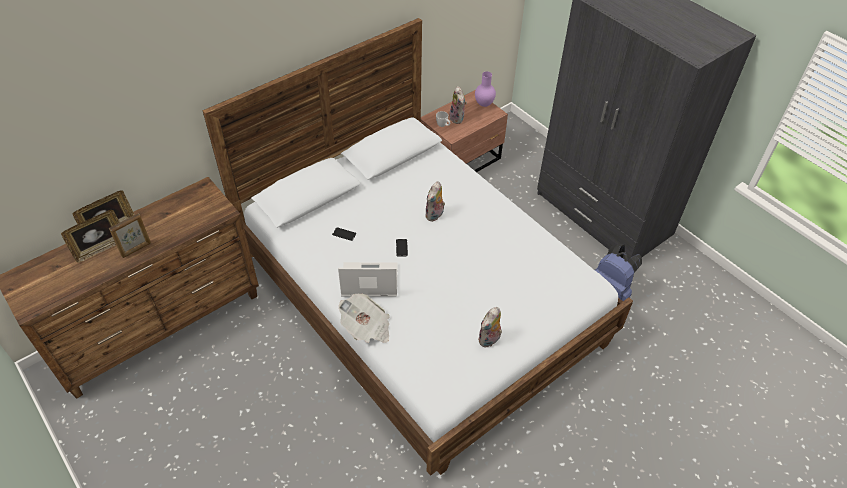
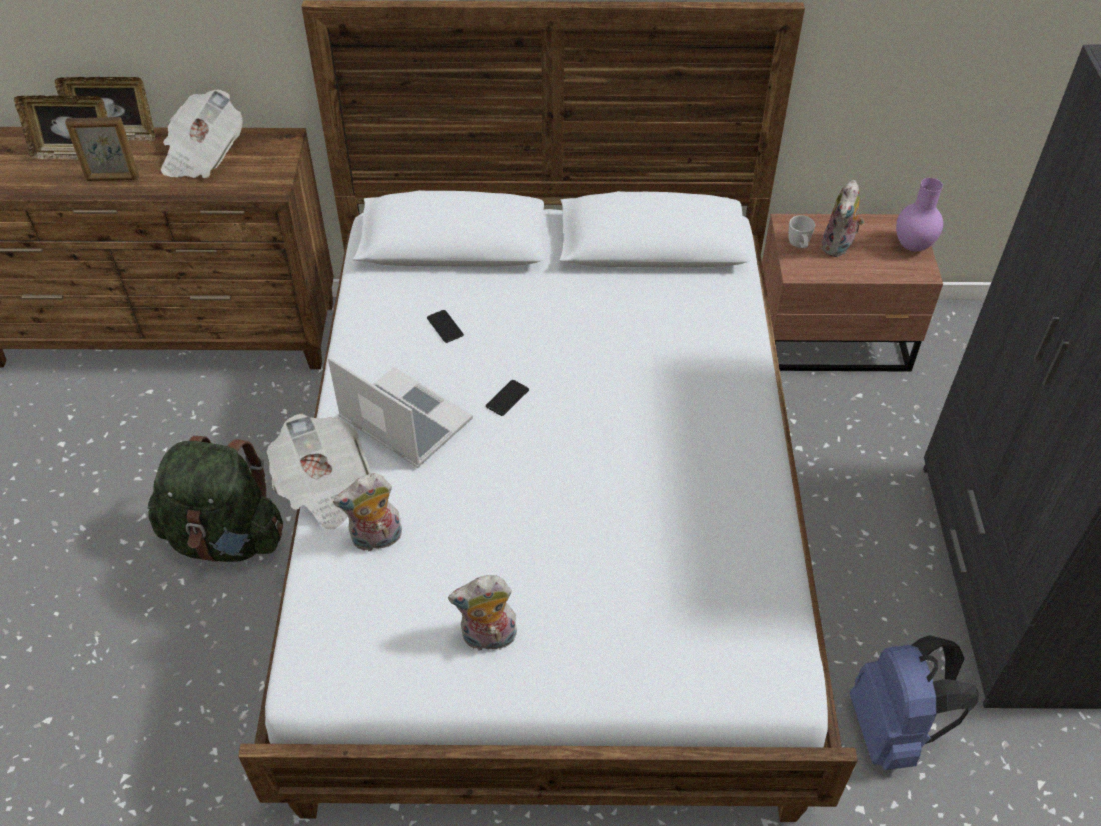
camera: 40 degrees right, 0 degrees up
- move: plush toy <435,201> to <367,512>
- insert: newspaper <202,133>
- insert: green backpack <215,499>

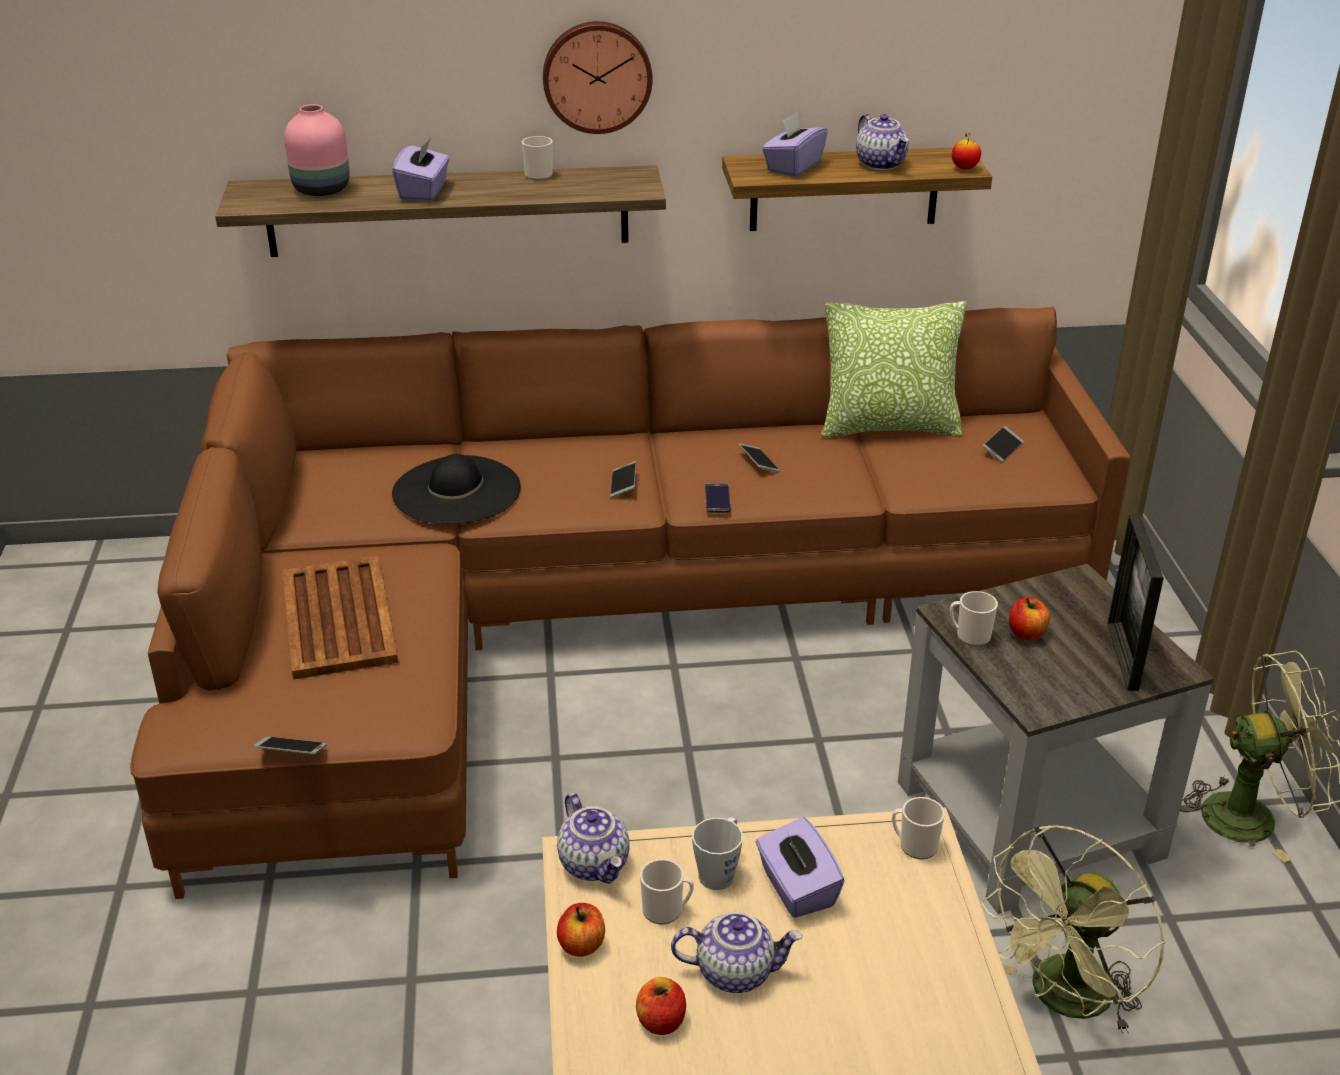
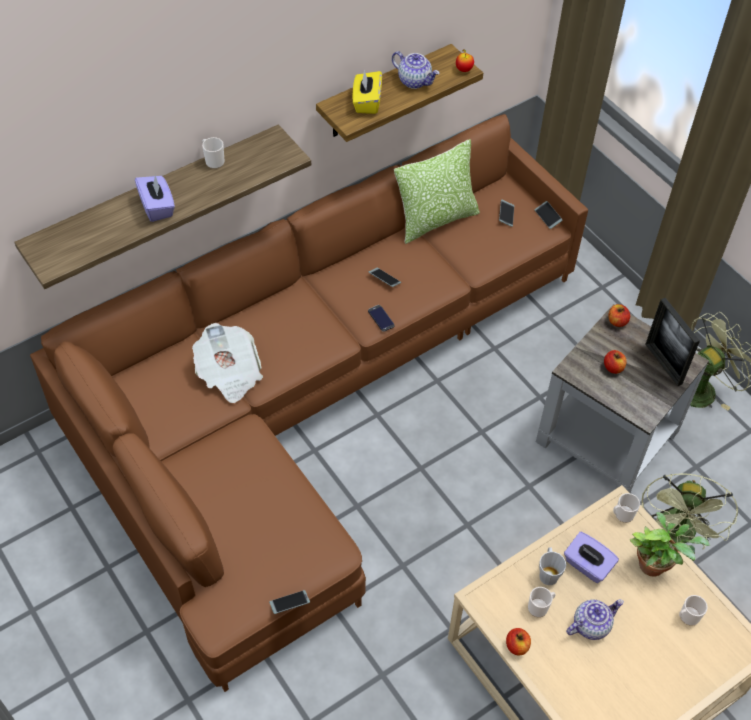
camera: 30 degrees left, 20 degrees up
- delete: wall clock <598,77>
- delete: pink vase <317,150>
- recolor: purple tissue box <795,144> to yellow tissue box <367,92>
- replace: black hat <456,489> to newspaper <227,363>
- move: phone <623,479> to <549,215>
- delete: brown tray <340,618>
- move: mug <974,618> to <693,610>
- delete: teapot <593,838>
- move: apple <661,1006> to <619,315>
- insert: potted plant <670,544>

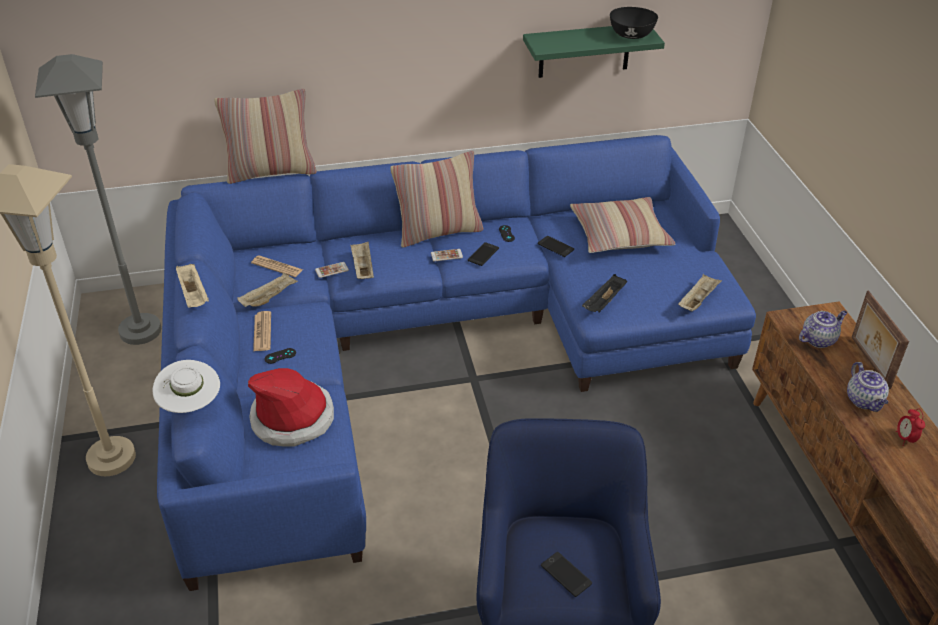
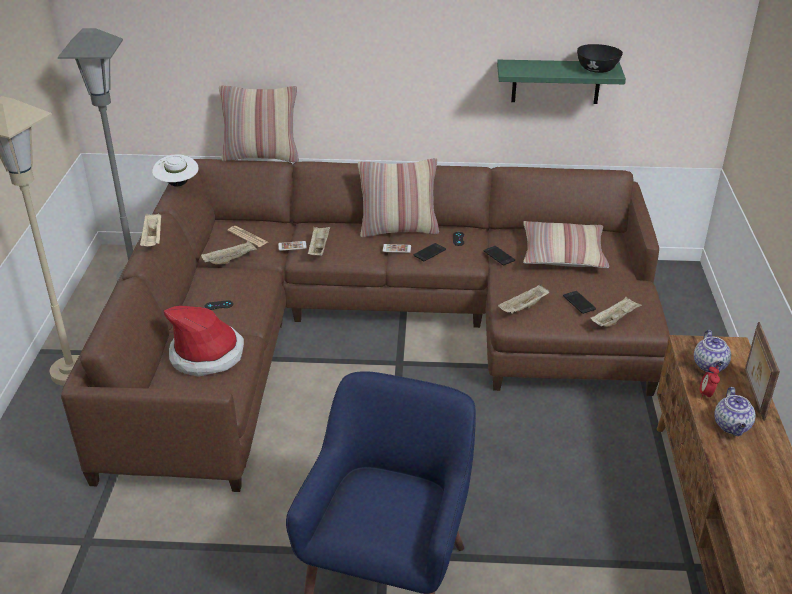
camera: 15 degrees right, 5 degrees down
- recolor: blue sofa <456,363> to brown sofa <365,325>
- recolor: black tray <604,293> to beige tray <523,299>
- delete: newspaper <262,331>
- rotate: teapot <823,329> = <712,351> 105 degrees clockwise
- move: white hat <186,386> to <175,170>
- move: alarm clock <910,427> to <710,382>
- move: phone <566,574> to <579,302>

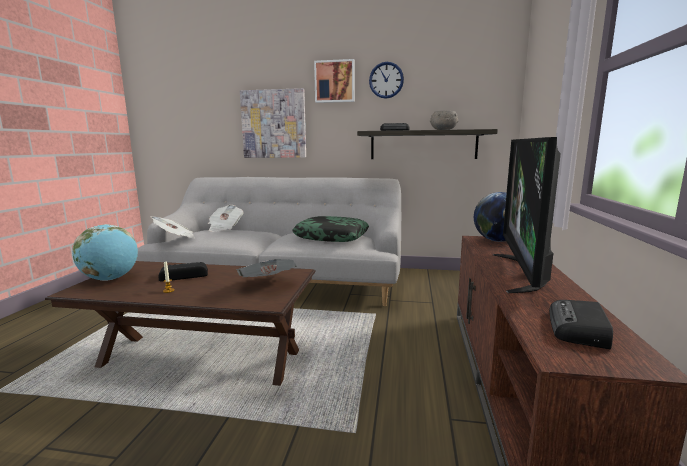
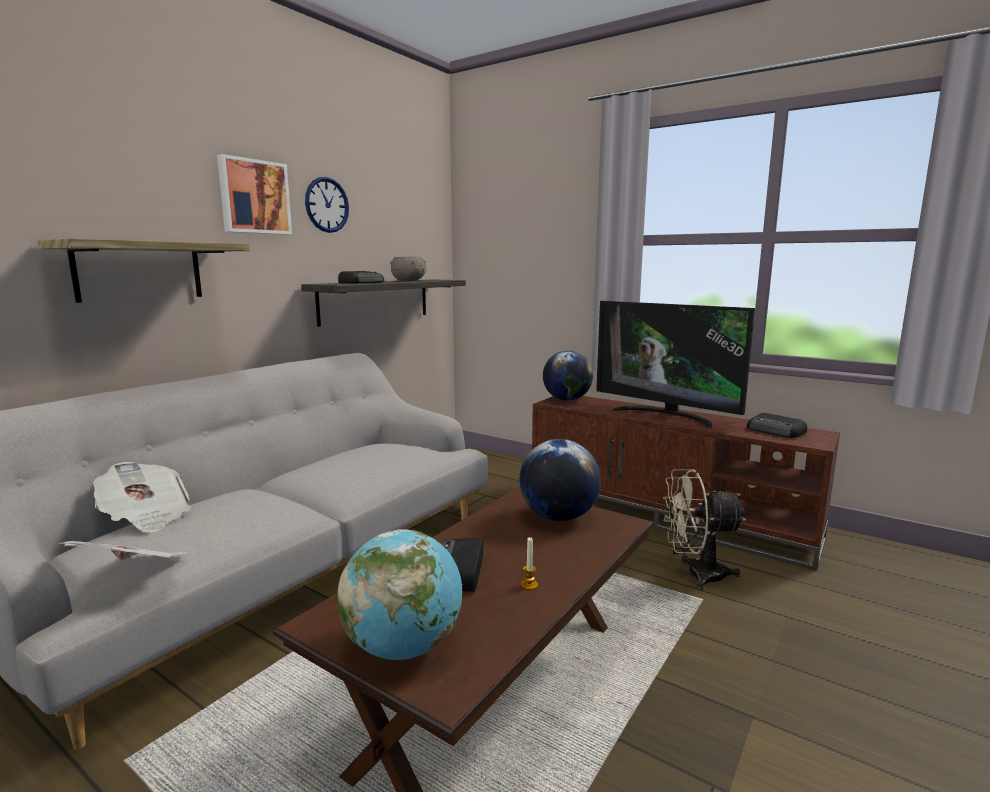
camera: 65 degrees left, 0 degrees up
- replace: picture <273,123> to shelf <144,270>
- delete: pillow <330,229>
- replace: newspaper <266,268> to globe <560,480>
- insert: beige fan <704,529>

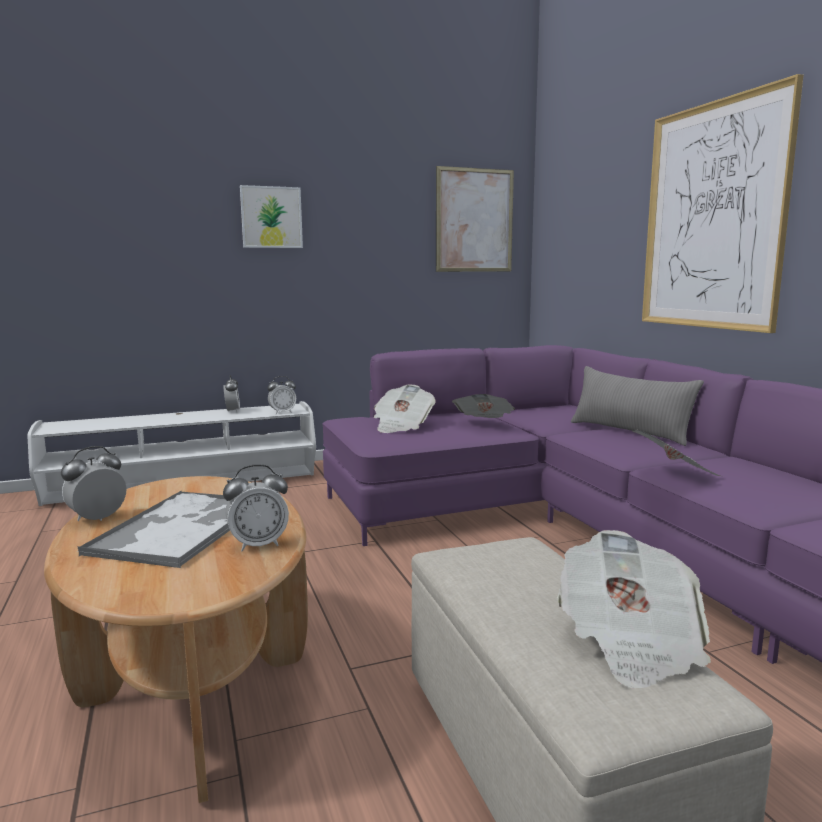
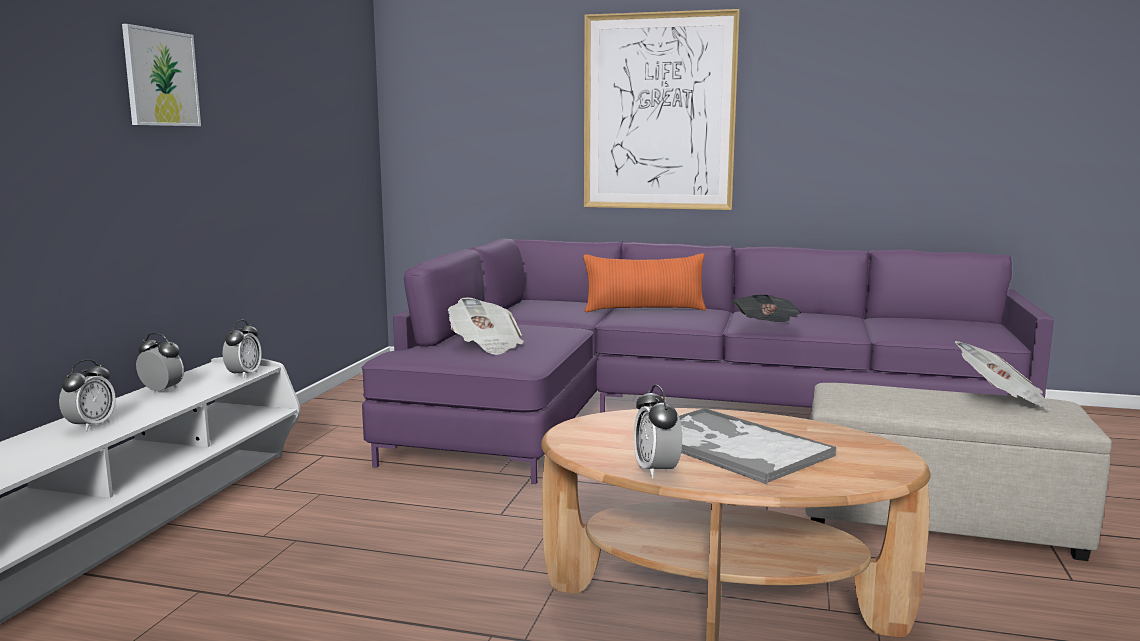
camera: 55 degrees left, 0 degrees up
- delete: picture <475,219>
- recolor: grey pillow <637,406> to orange pillow <644,282>
- delete: newspaper <483,406>
- move: alarm clock <256,507> to <87,395>

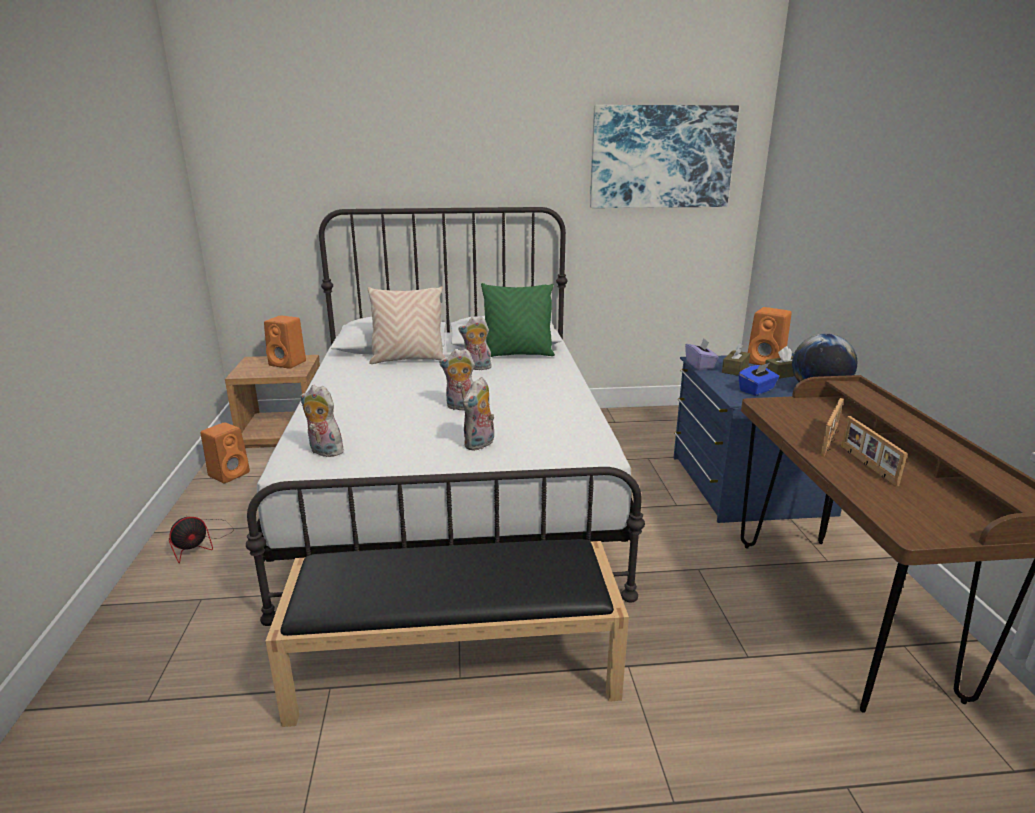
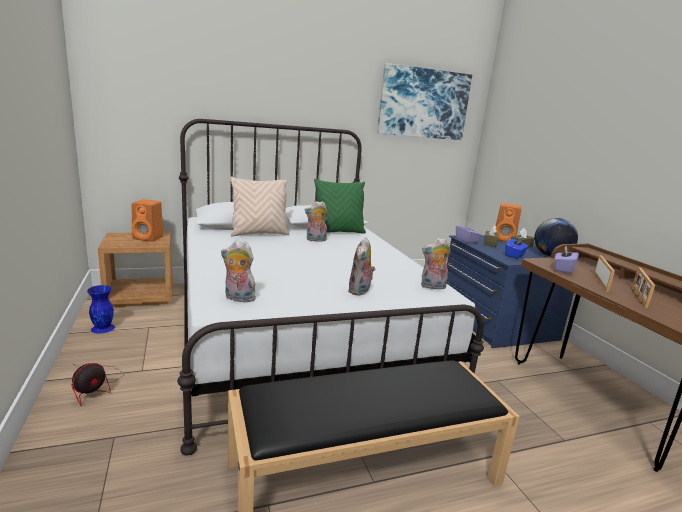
camera: 15 degrees left, 5 degrees down
- move: plush toy <457,380> to <435,263>
- rotate: picture frame <874,451> = <643,288> 45 degrees clockwise
- replace: orange speaker <225,452> to blue vase <101,309>
- insert: purple tissue box <566,259>

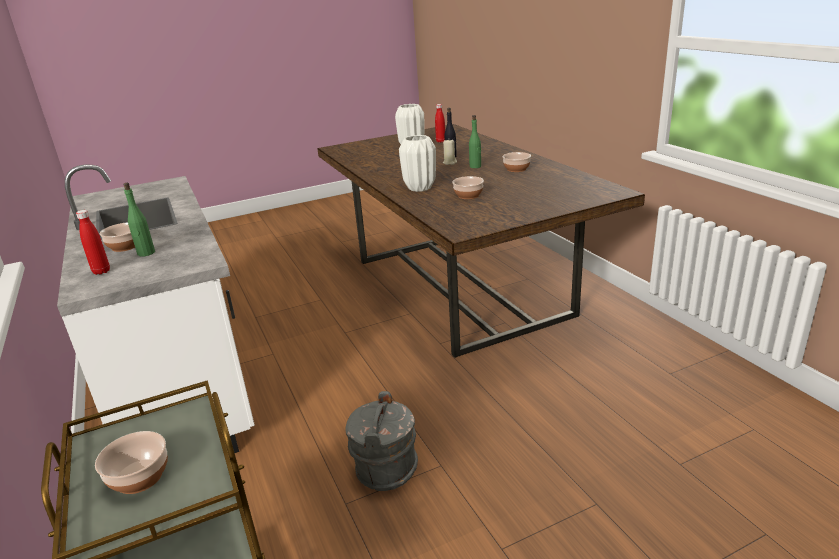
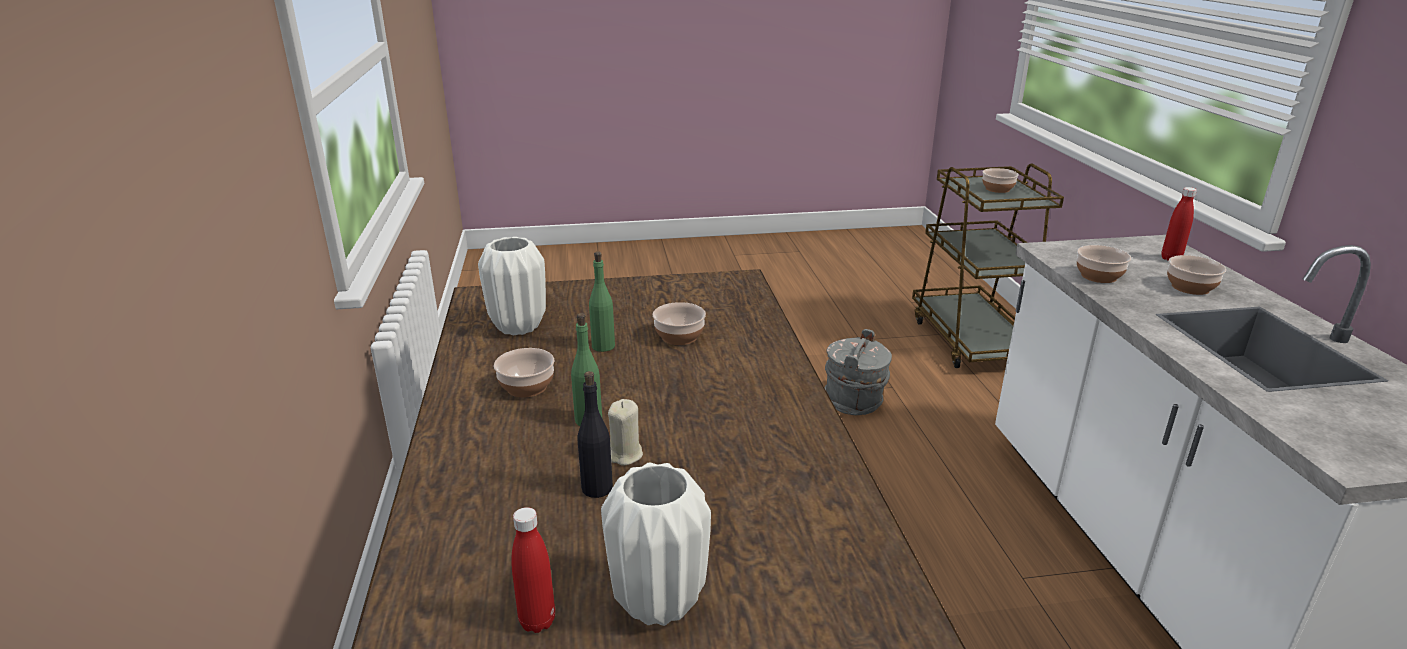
camera: 165 degrees left, 0 degrees up
- move: white vase <417,163> to <512,286>
- move: green bottle <139,220> to <602,302>
- insert: bowl <1104,264>

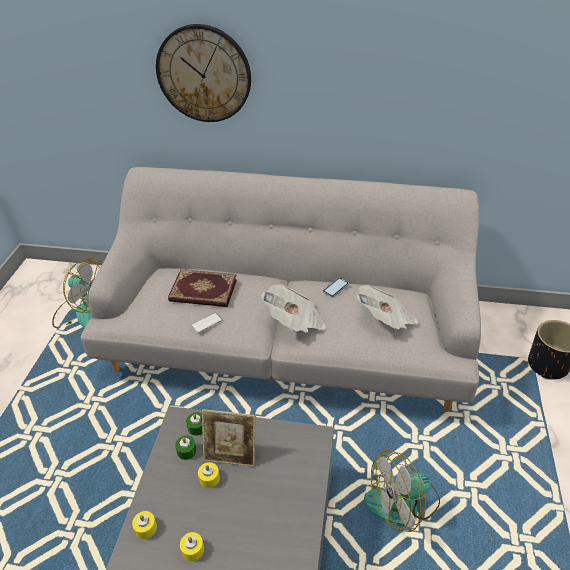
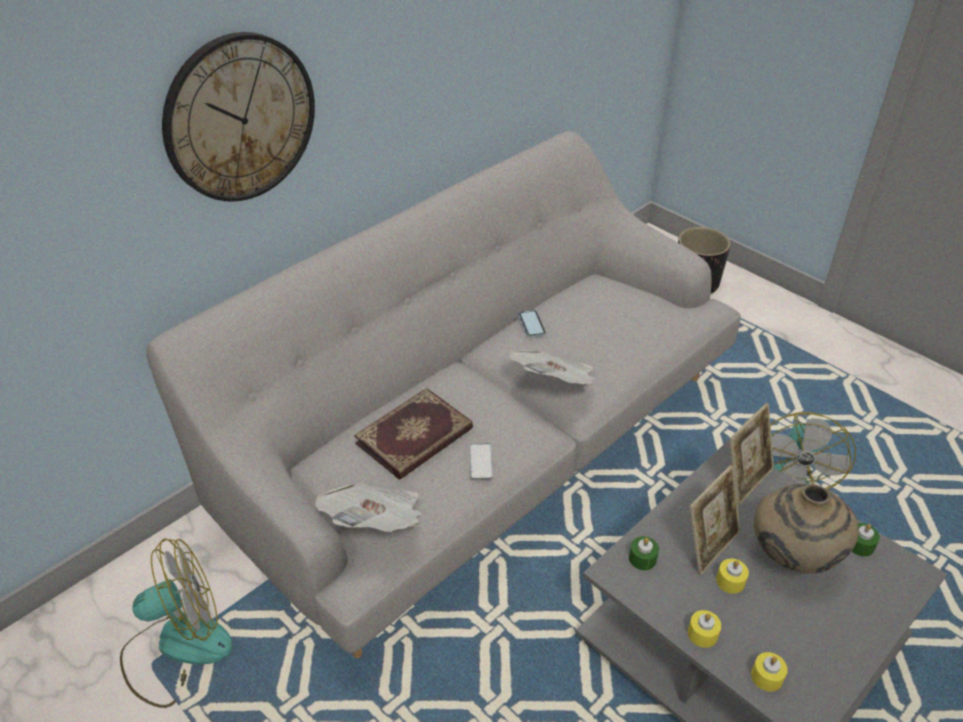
camera: 55 degrees left, 0 degrees up
- move: newspaper <387,307> to <368,507>
- move: green candle <186,447> to <865,539>
- move: yellow candle <192,546> to <704,629>
- insert: picture frame <751,454>
- insert: beige vase <806,529>

